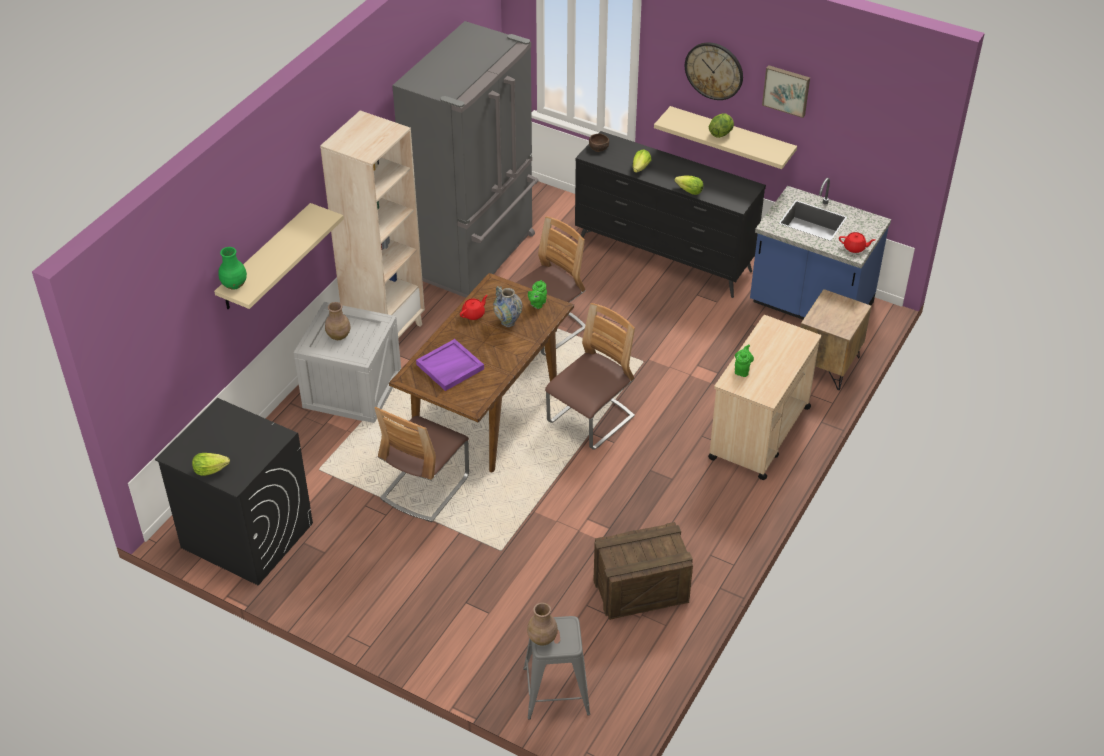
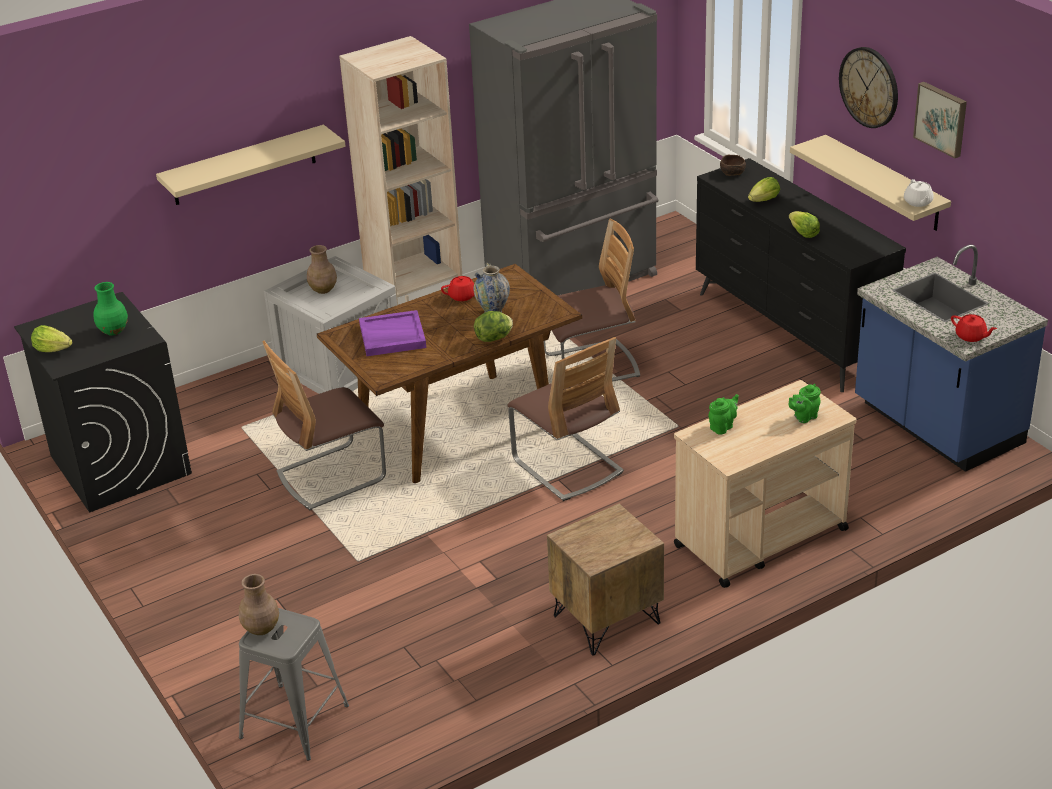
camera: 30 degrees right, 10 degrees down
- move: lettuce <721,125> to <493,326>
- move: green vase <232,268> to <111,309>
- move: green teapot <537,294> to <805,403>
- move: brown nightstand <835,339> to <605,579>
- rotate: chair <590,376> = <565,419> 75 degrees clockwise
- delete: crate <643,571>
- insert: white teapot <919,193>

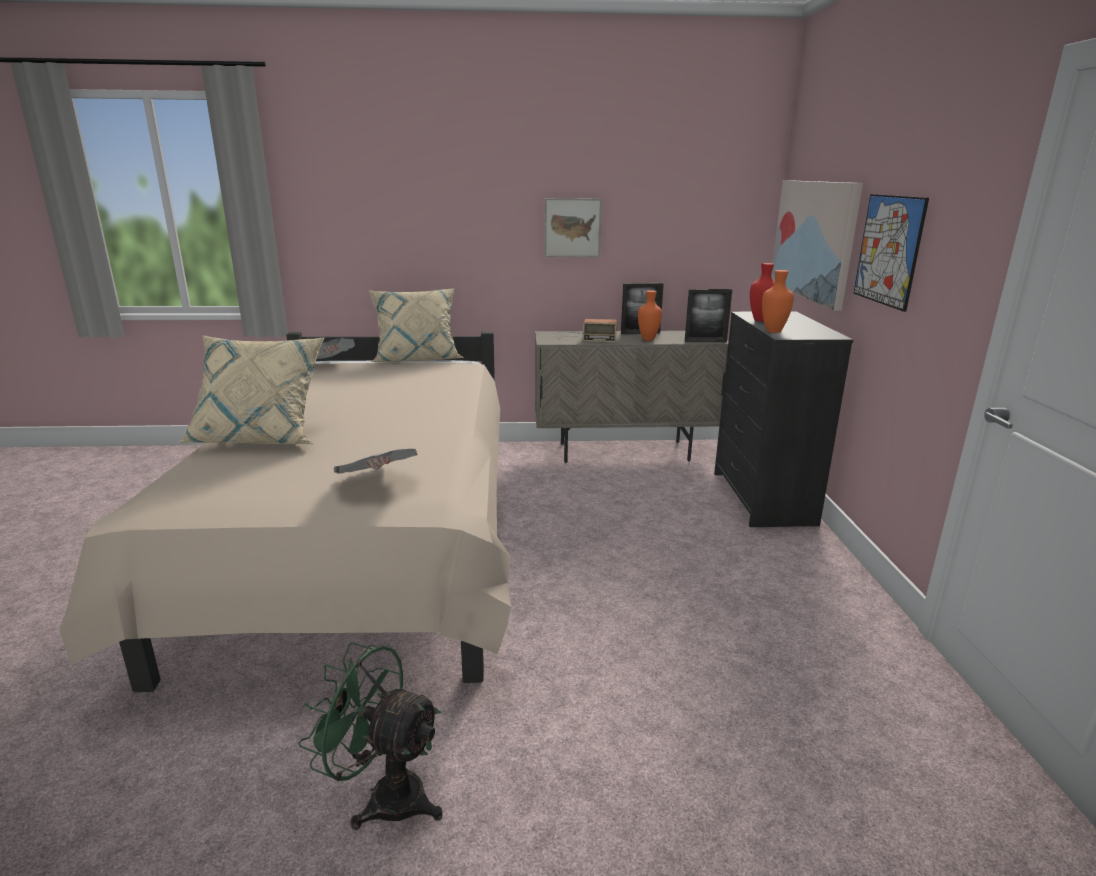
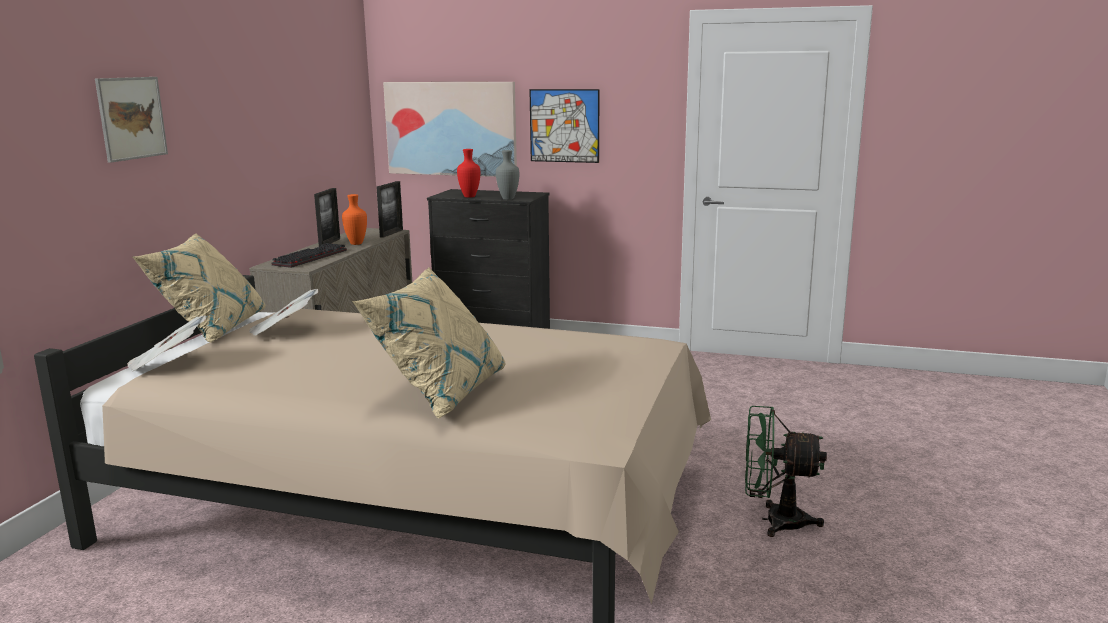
camera: 70 degrees left, 5 degrees down
- move: picture <573,227> to <131,120>
- recolor: orange vase <778,301> to grey vase <508,175>
- replace: radio <585,330> to keyboard <309,255>
- move: newspaper <376,461> to <284,312>
- rotate: green fan <370,736> = <786,471> 60 degrees clockwise

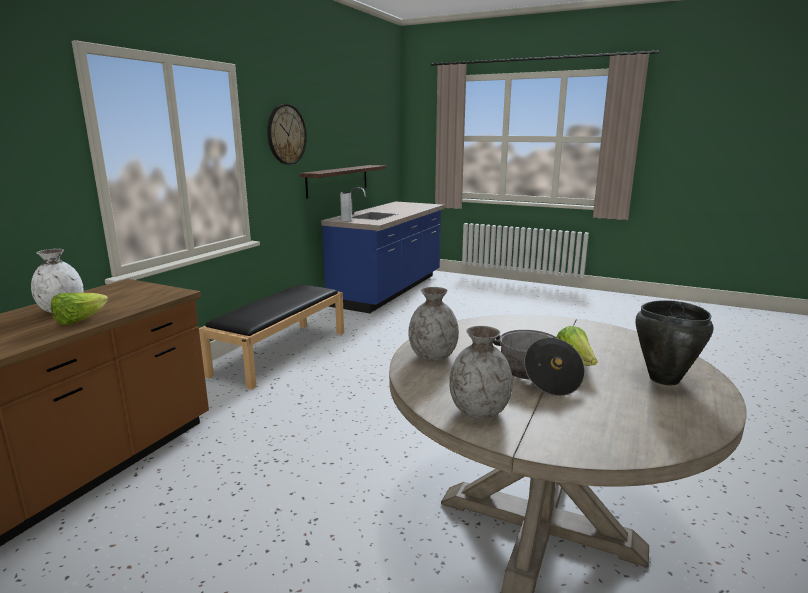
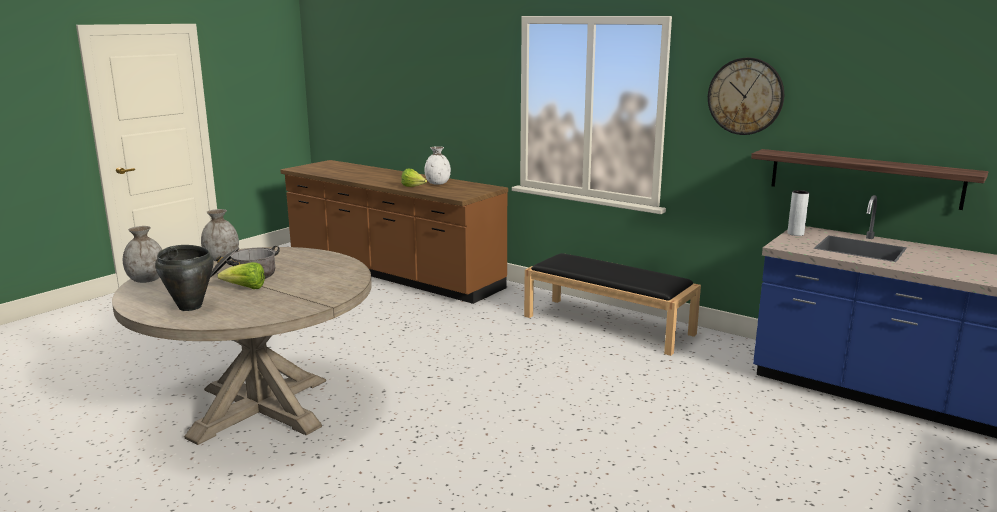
camera: 100 degrees right, 0 degrees up
- move: grey vase <433,324> to <142,254>

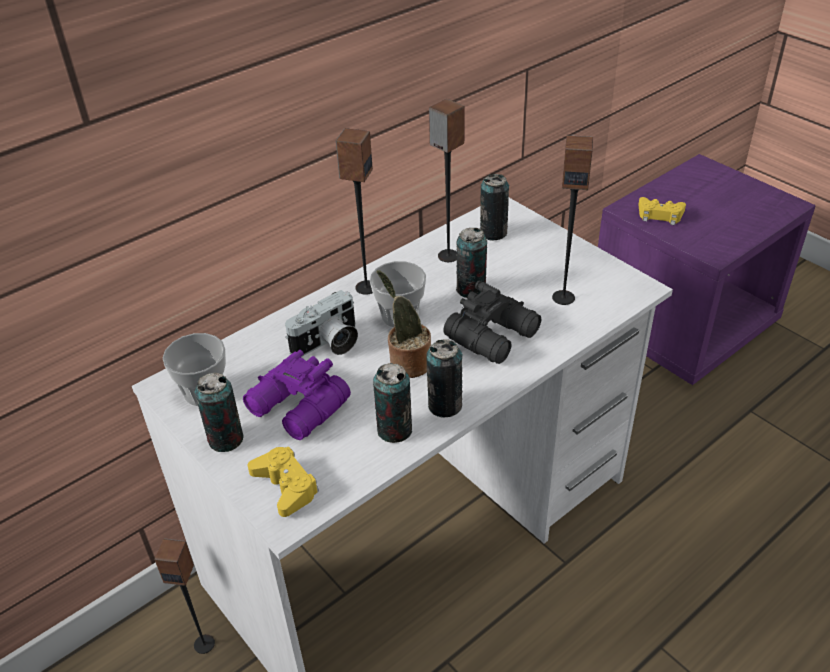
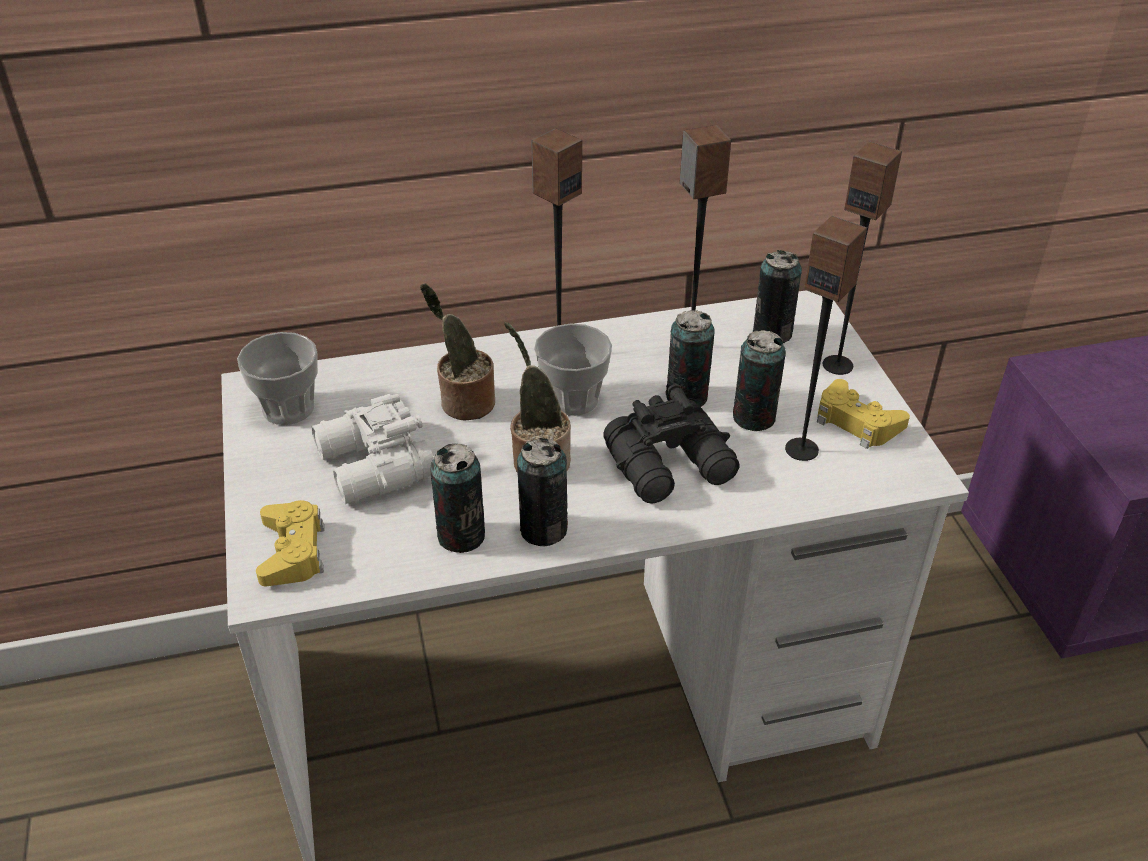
camera: 25 degrees right, 0 degrees up
- move: yellow game controller <662,211> to <863,414>
- replace: photo camera <321,323> to potted plant <457,351>
- recolor: purple binoculars <297,395> to white binoculars <372,449>
- move: can <219,412> to <759,380>
- move: speaker <185,596> to <862,258>

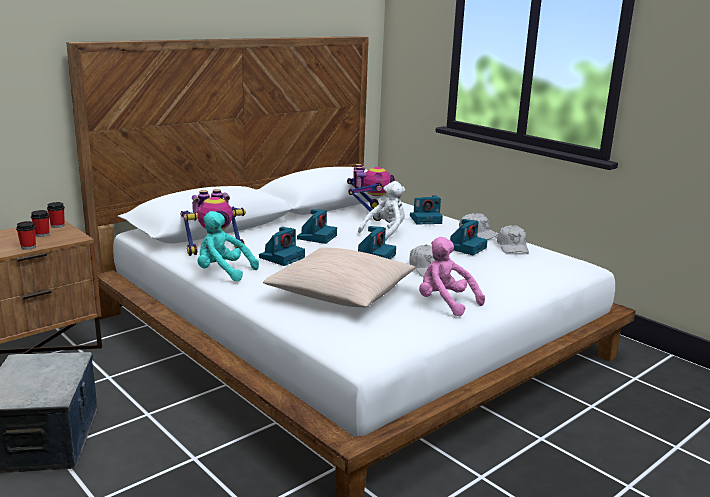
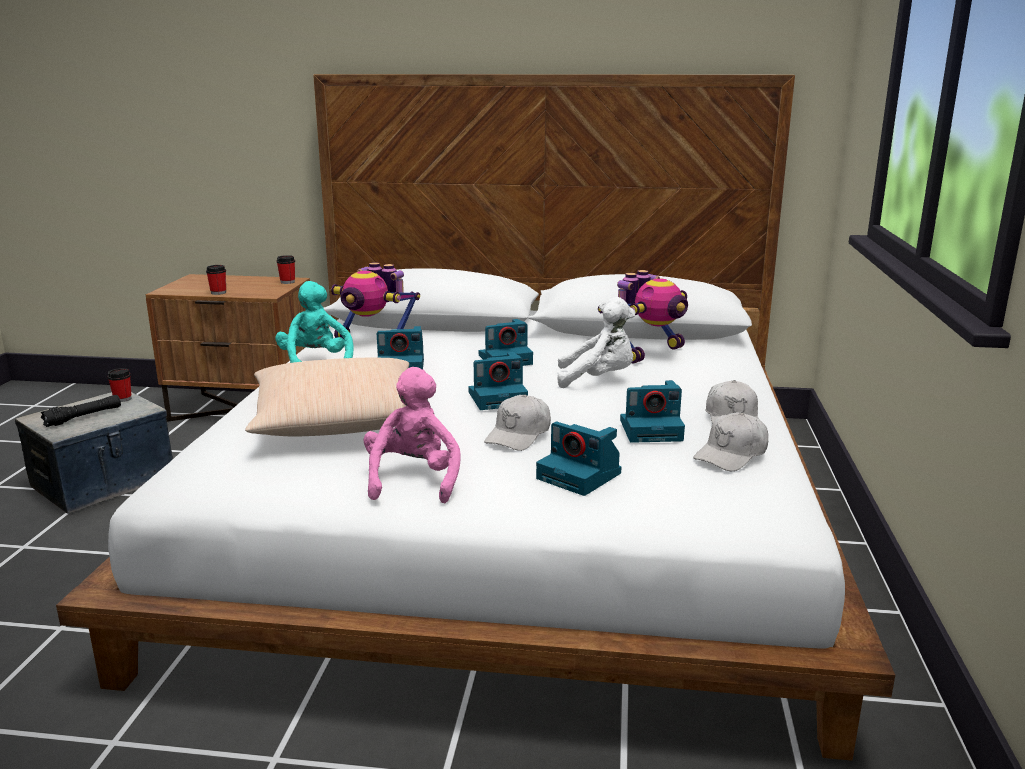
camera: 50 degrees right, 0 degrees up
- move: photo camera <426,209> to <578,459>
- move: cup <40,223> to <119,385>
- insert: black flashlight <81,411>

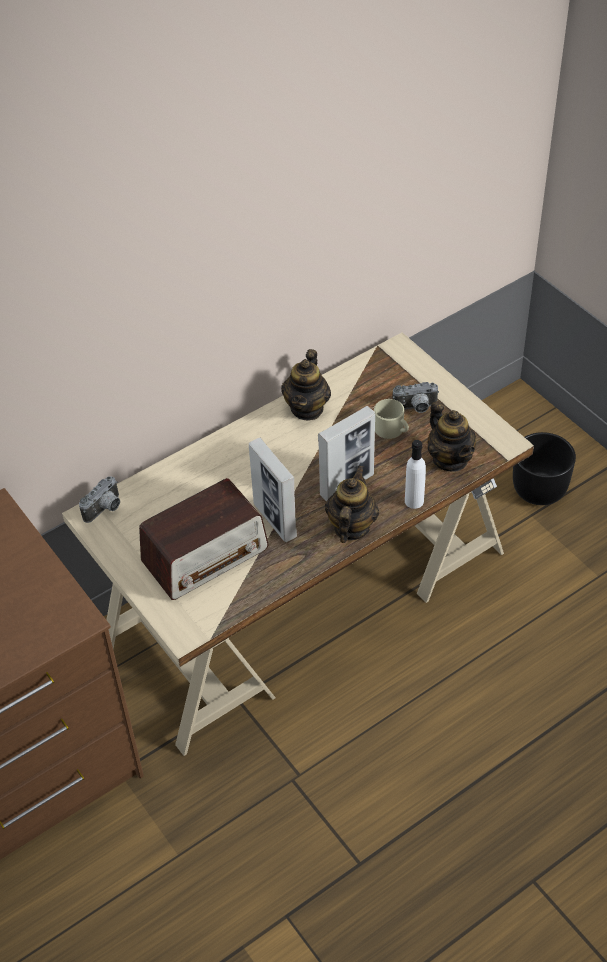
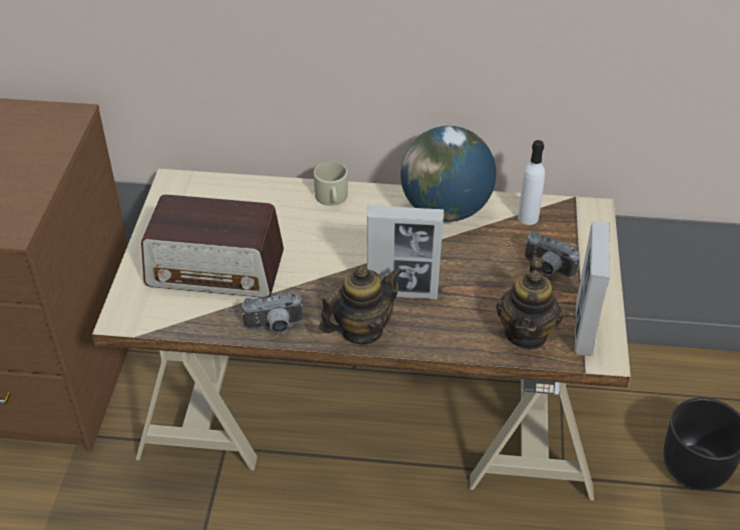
camera: 40 degrees right, 5 degrees down
- replace: teapot <306,385> to globe <448,174>
- move: beige mug <391,419> to <331,184>
- move: picture frame <273,490> to <592,289>
- move: white bottle <415,474> to <531,182>
- move: photo camera <99,499> to <272,313>

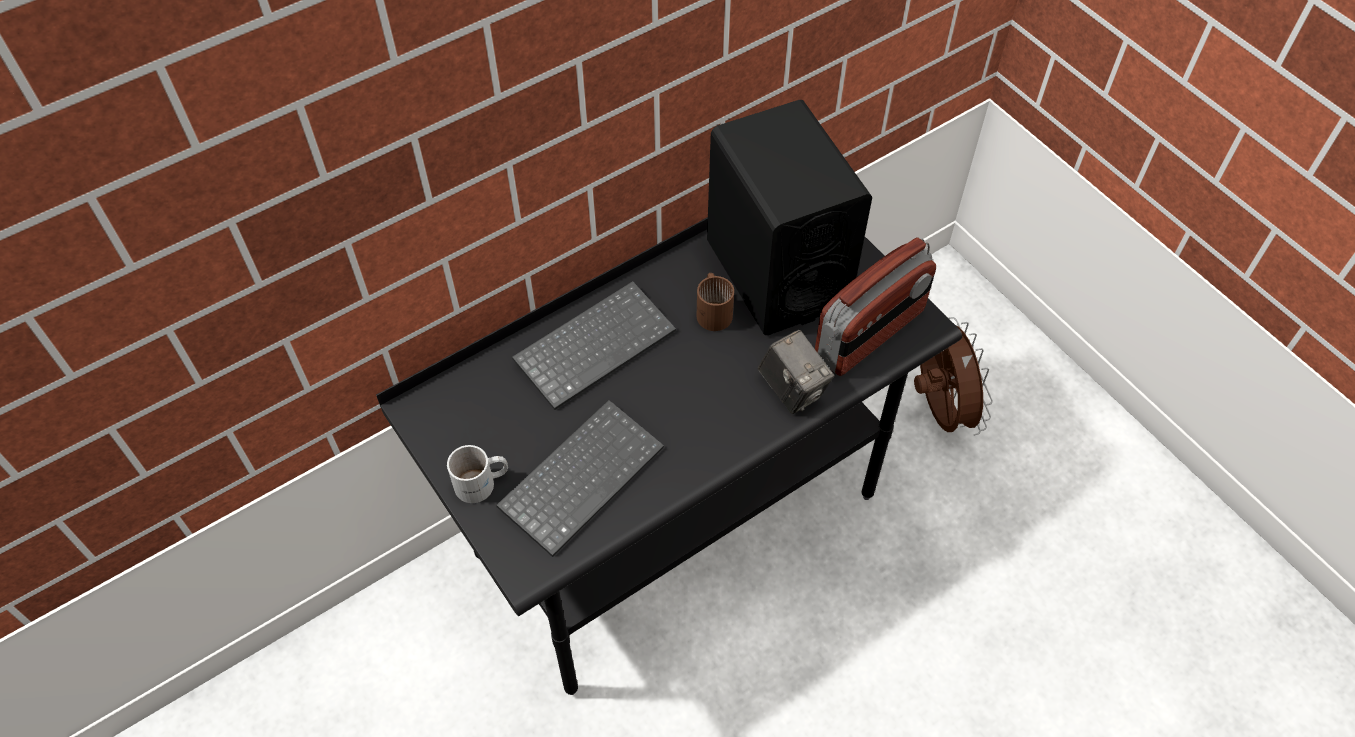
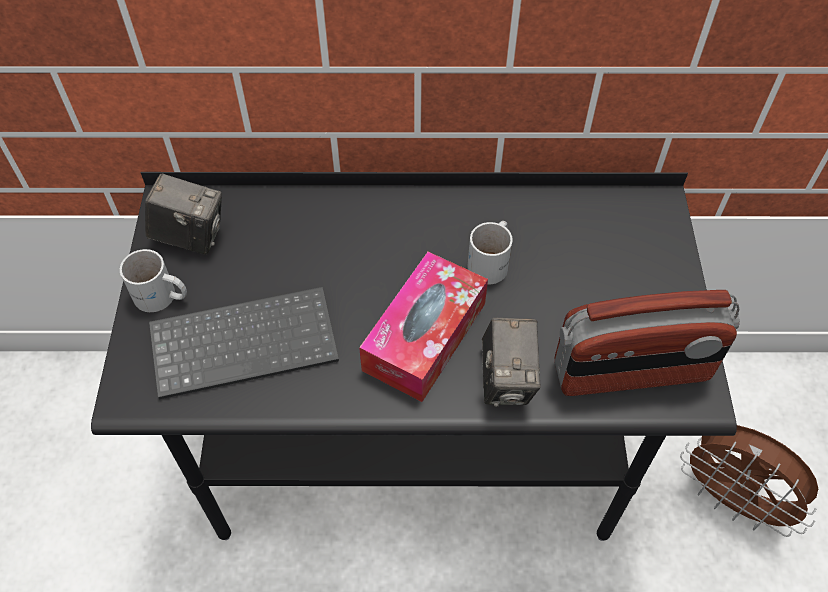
camera: 35 degrees right, 0 degrees up
- delete: black speaker <789,217>
- recolor: brown mug <715,302> to white mug <490,252>
- delete: keyboard <594,345>
- rotate: brown fan <953,376> = <749,481> 105 degrees clockwise
- insert: photo camera <183,214>
- insert: tissue box <423,327>

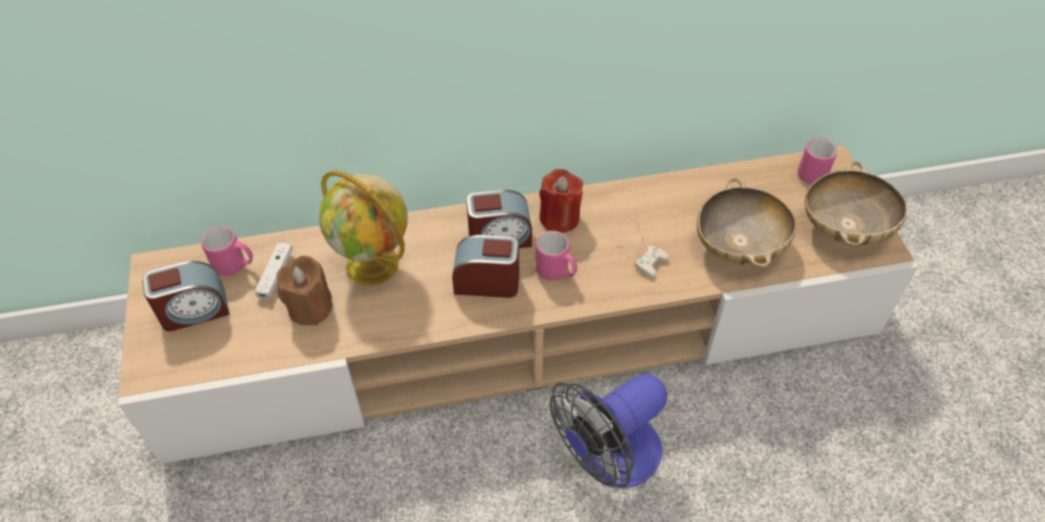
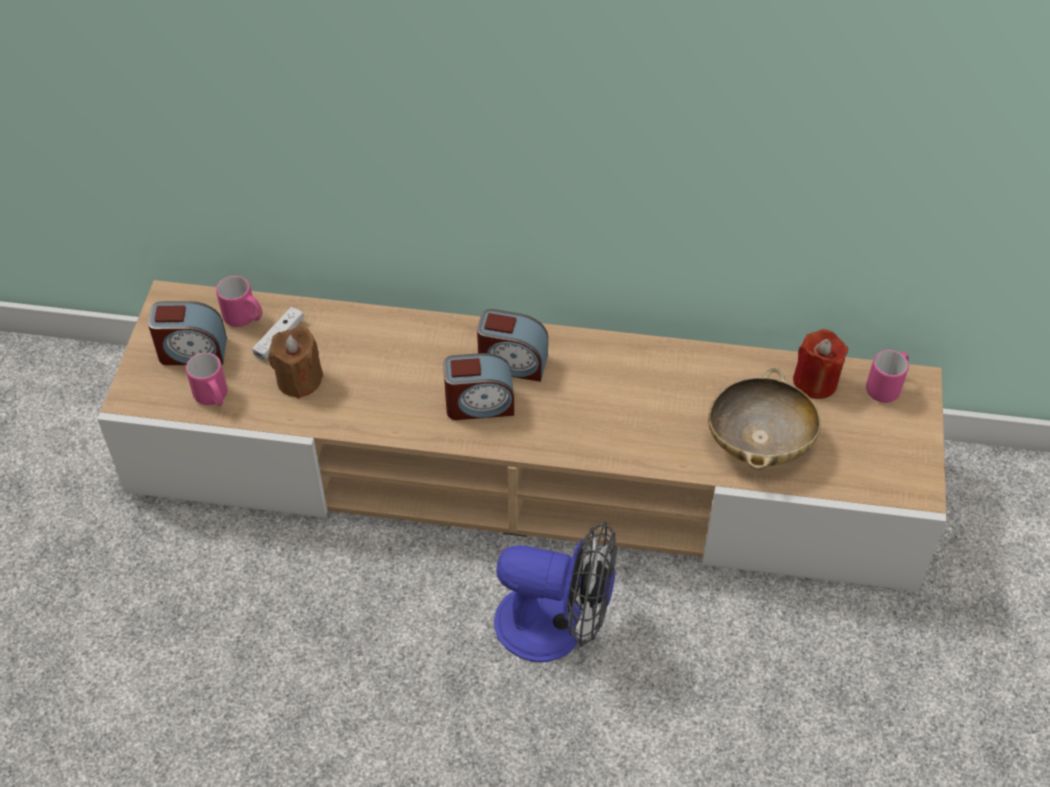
camera: 20 degrees right, 0 degrees up
- delete: beige bowl <856,204>
- move: red candle <561,201> to <820,364>
- delete: globe <363,228>
- delete: white game controller <629,246>
- move: pink mug <556,256> to <207,379>
- rotate: alarm clock <485,266> = <478,386> 150 degrees clockwise
- rotate: fan <609,431> = <555,591> 150 degrees counterclockwise

